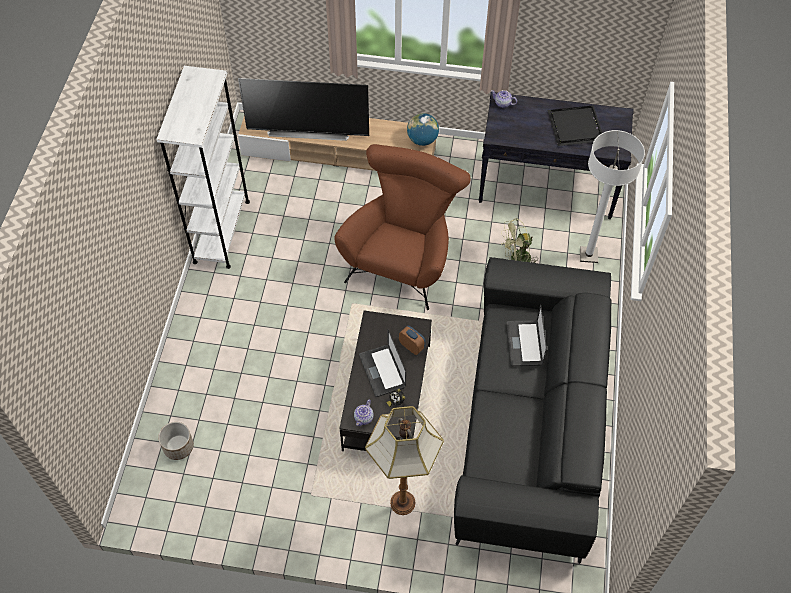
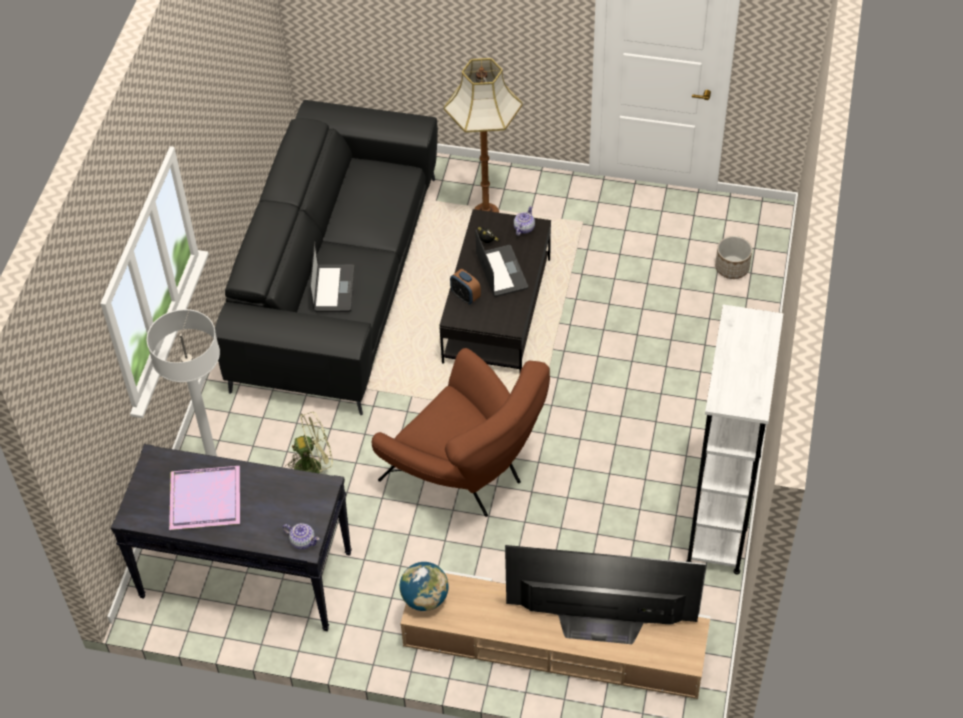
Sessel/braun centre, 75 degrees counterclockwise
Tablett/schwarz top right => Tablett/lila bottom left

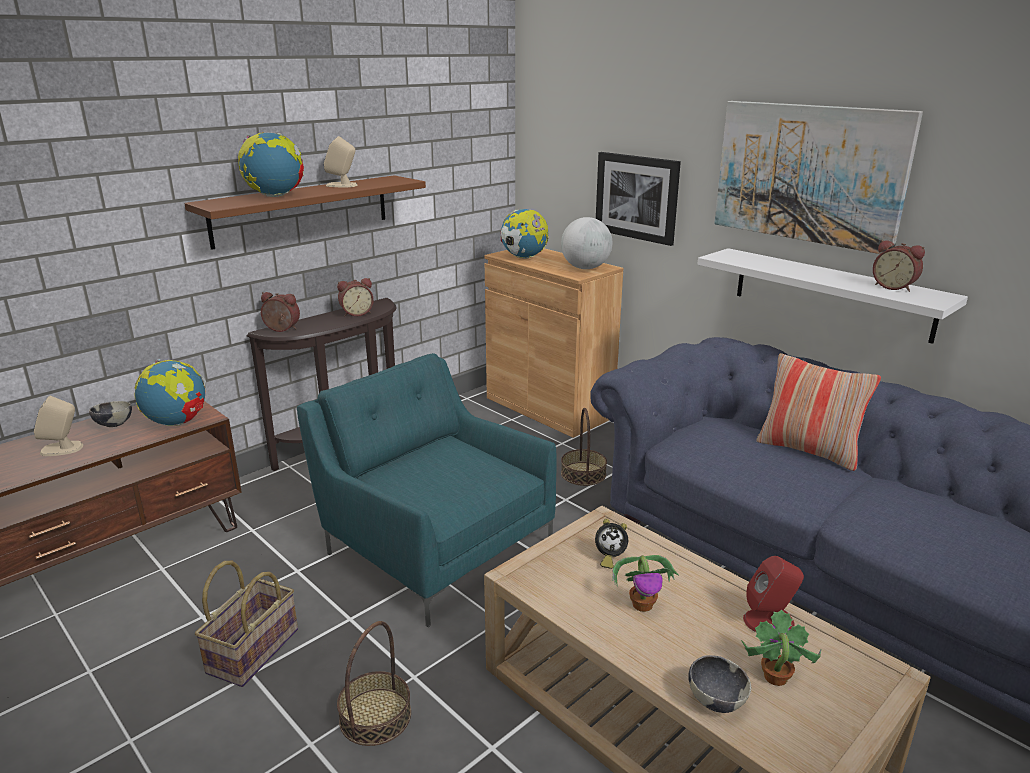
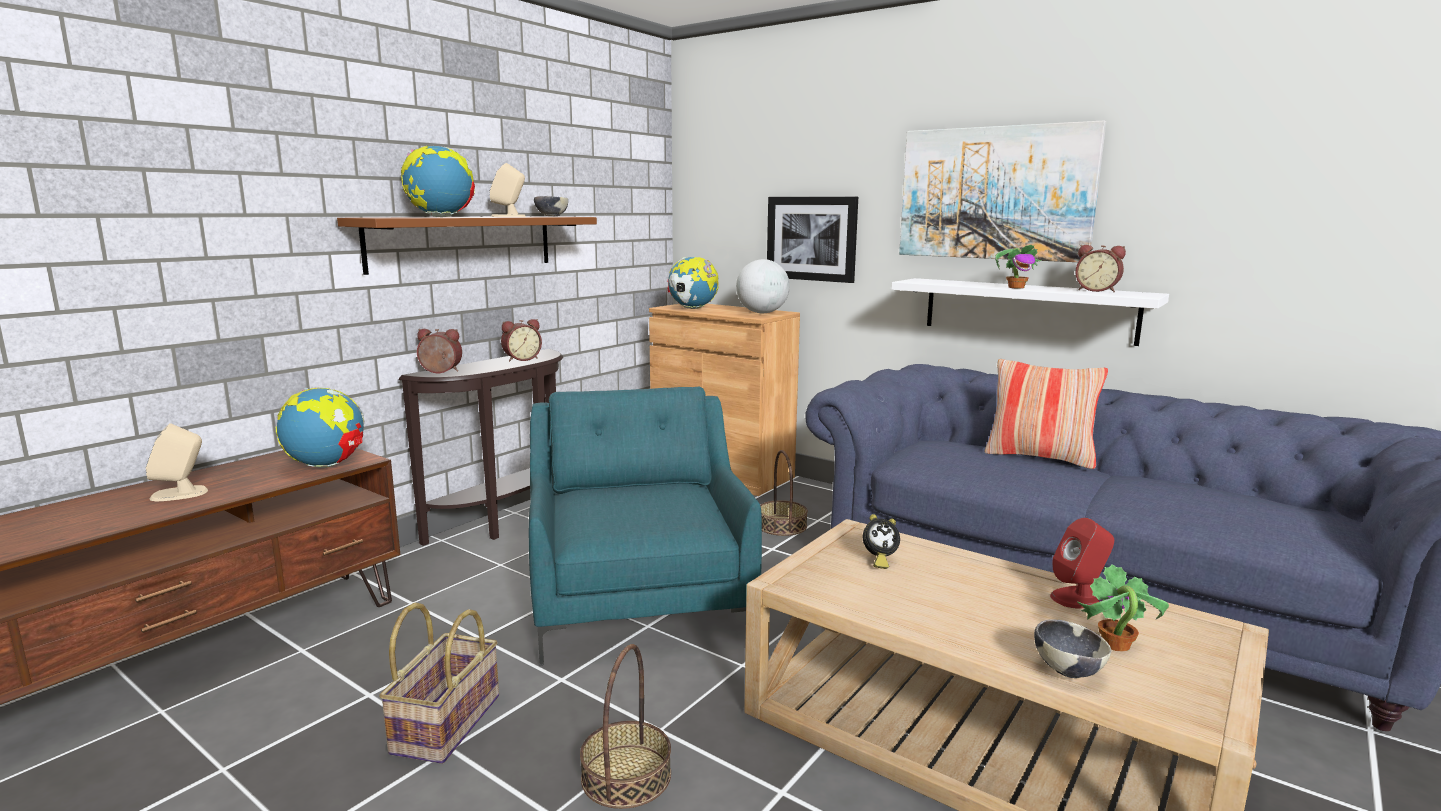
Schüssel (no. 1 from left) middle left => Schüssel (no. 1 from left) top centre, relocated
Sessel/türkis centre, 45 degrees clockwise
Topfpflanze (no. 1 from left) bottom centre => Topfpflanze (no. 1 from left) top right, relocated

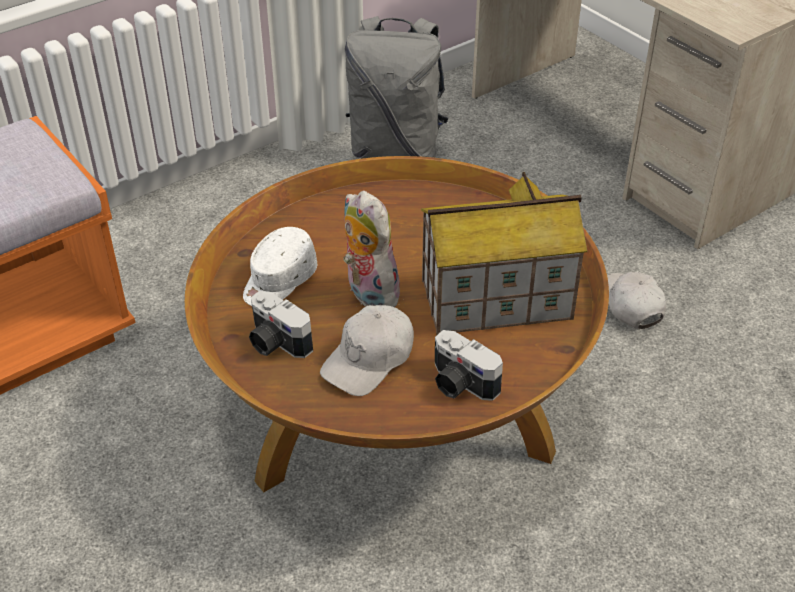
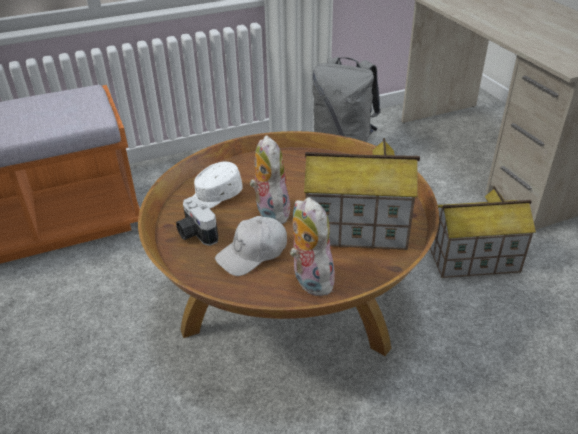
Kamera (no. 2 from left) centre => Plüschtier (no. 2 from left) centre
Kappe/weiß (no. 3 from left) middle right => Spielzeughaus (no. 2 from left) middle right

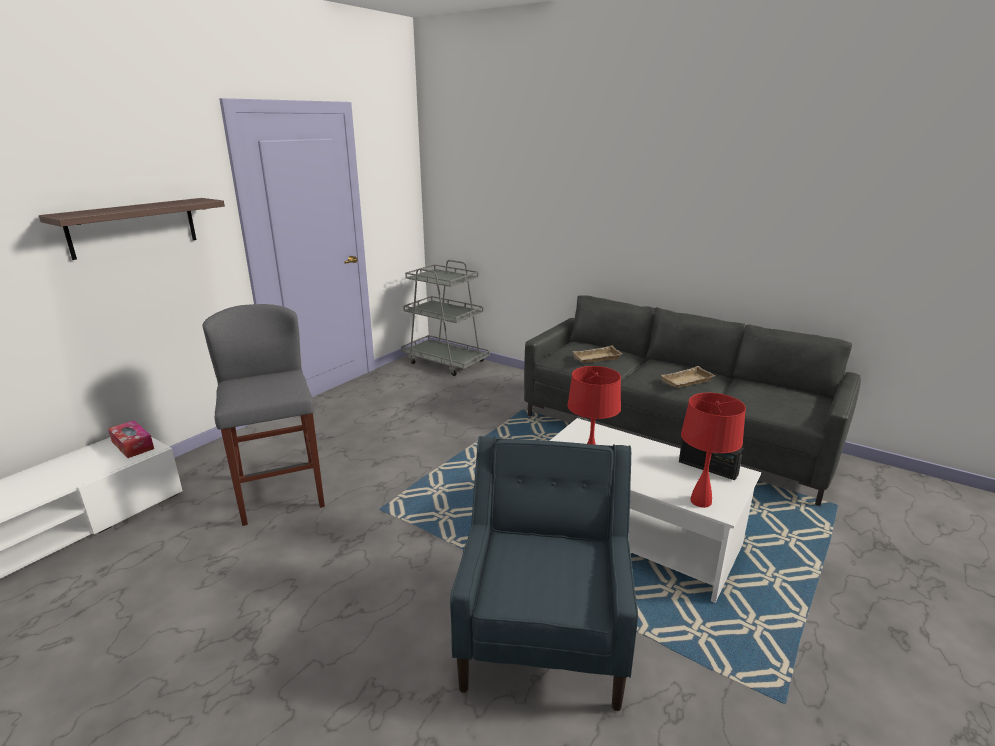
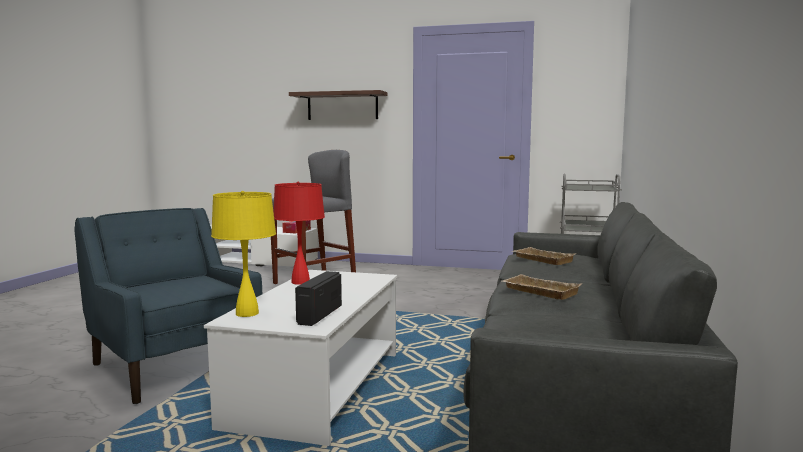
Sessel/blau bottom centre => Sessel/blau bottom left, 120 degrees counterclockwise
Tischlampe/rot (no. 2 from left) middle right => Tischlampe/gelb middle left

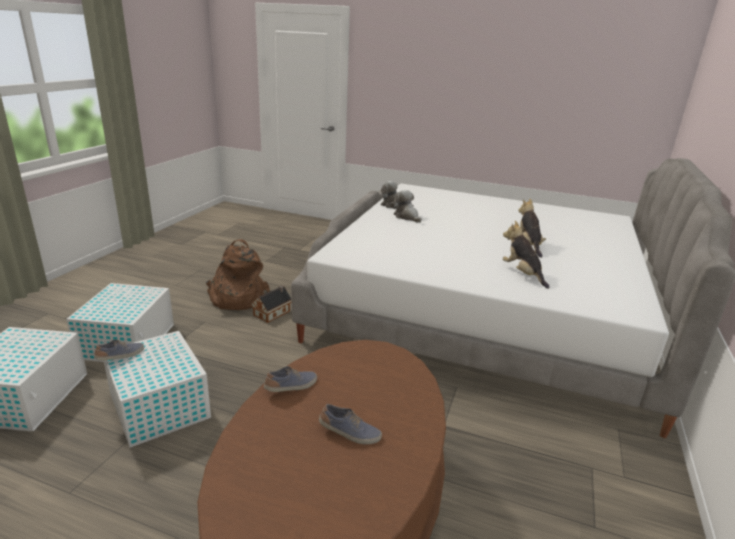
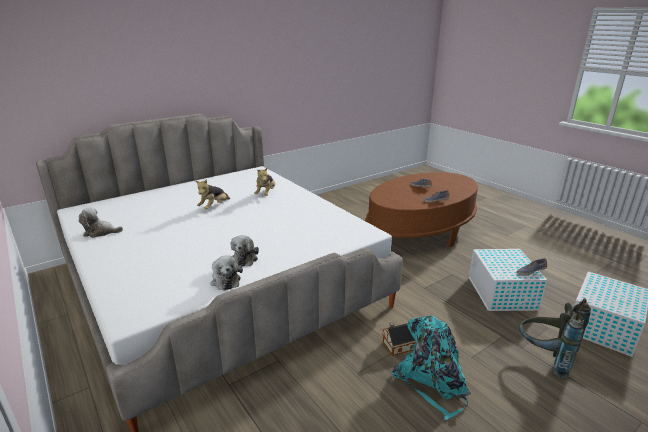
Aufbewahrungsbox/weiß (no. 2 from left) middle left => Rucksack/grau bottom right
Rucksack/braun middle left => Rucksack/türkis bottom centre
nothing => Plüschtier (no. 1 from left) middle left

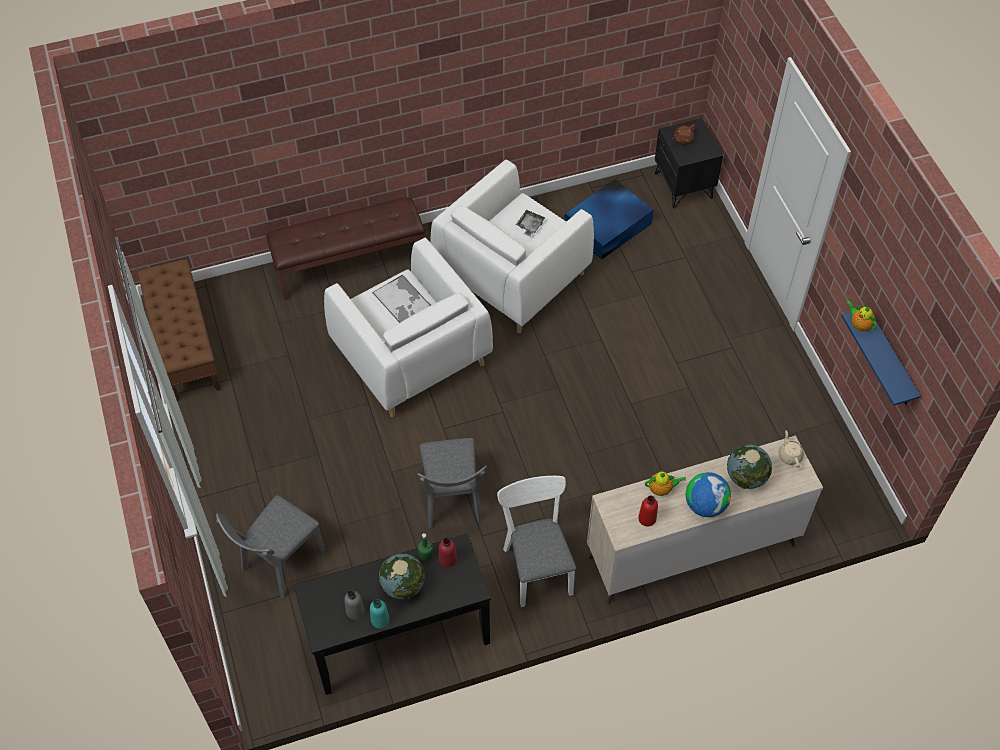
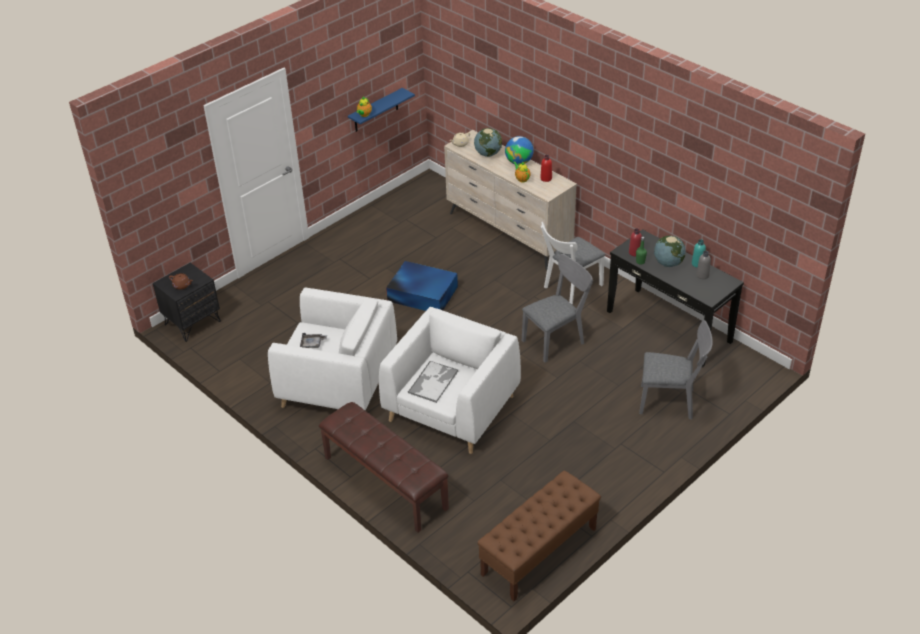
Aufbewahrungsbox/blau top centre => Aufbewahrungsbox/blau centre, relocated

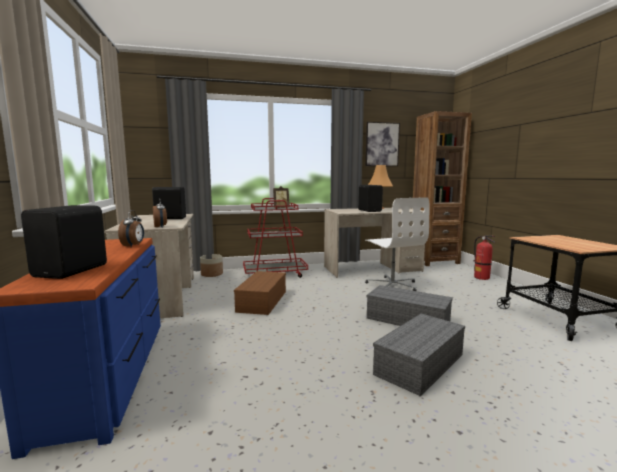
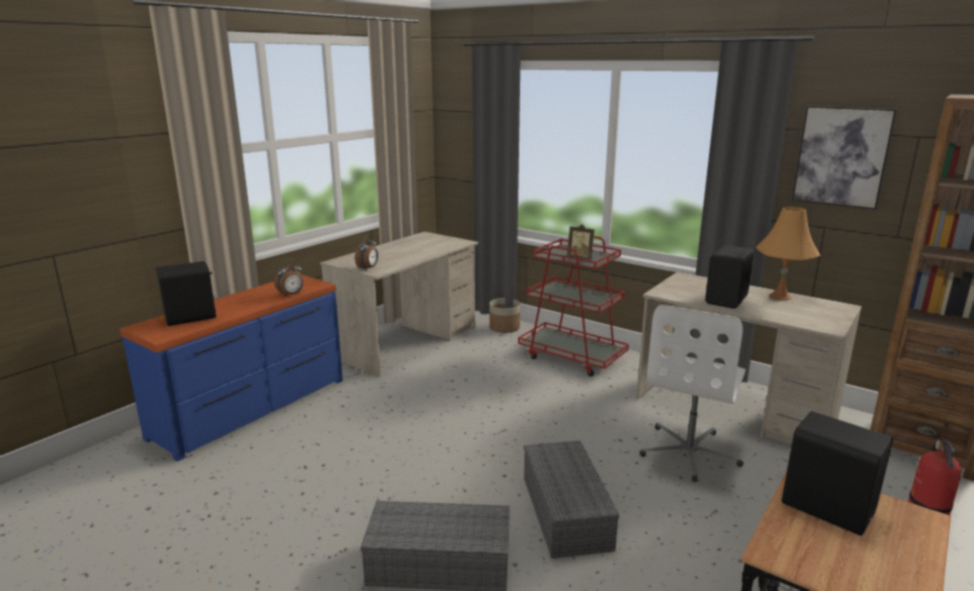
Lautsprecher/schwarz (no. 2 from left in the first image) middle left => Lautsprecher/schwarz (no. 3 from left) bottom right, relocated
Aufbewahrungsbox/braun centre => nothing

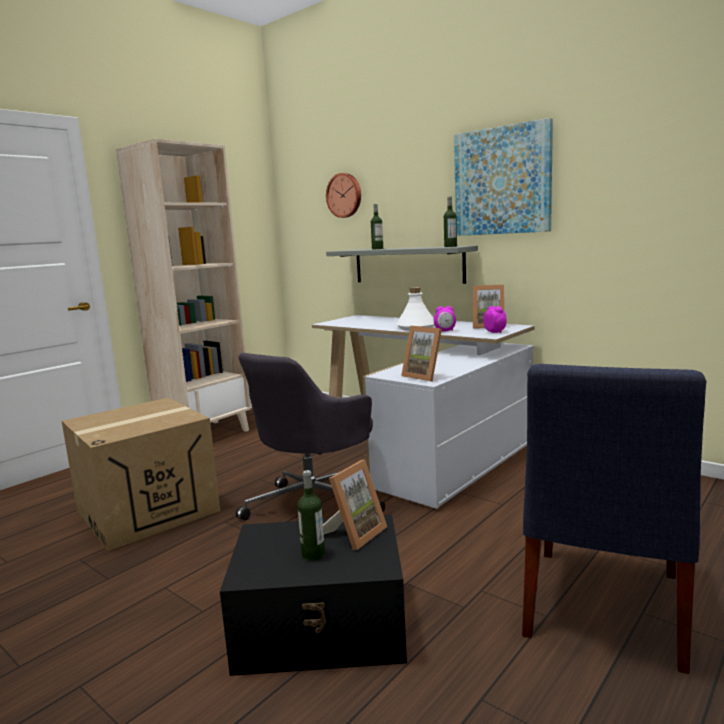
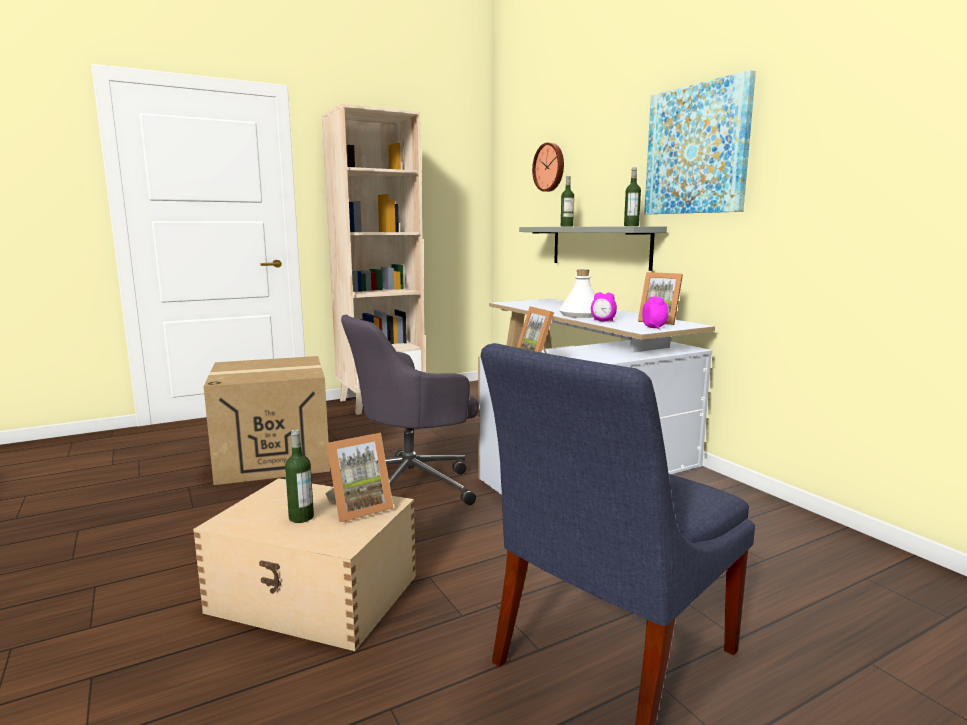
Aufbewahrungsbox/schwarz bottom centre => Aufbewahrungsbox/beige bottom left

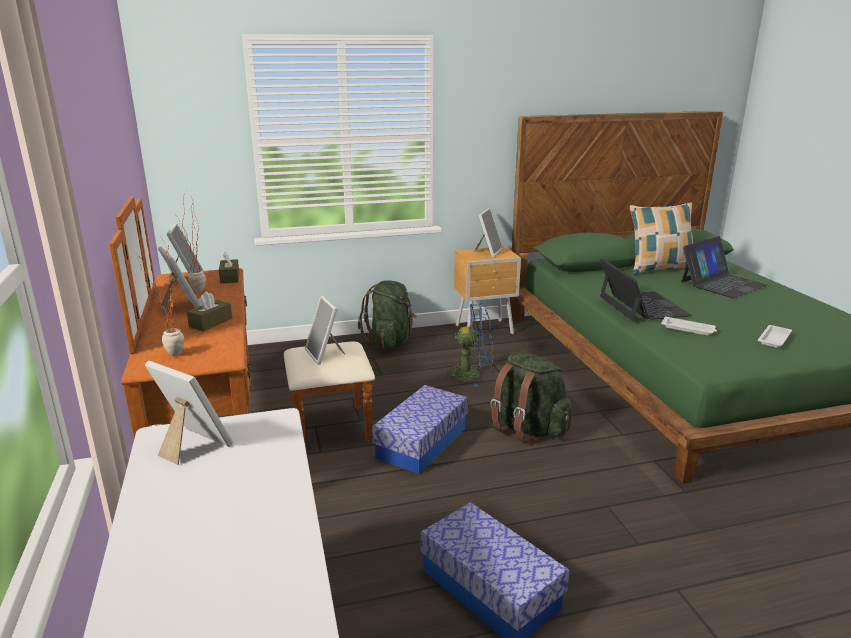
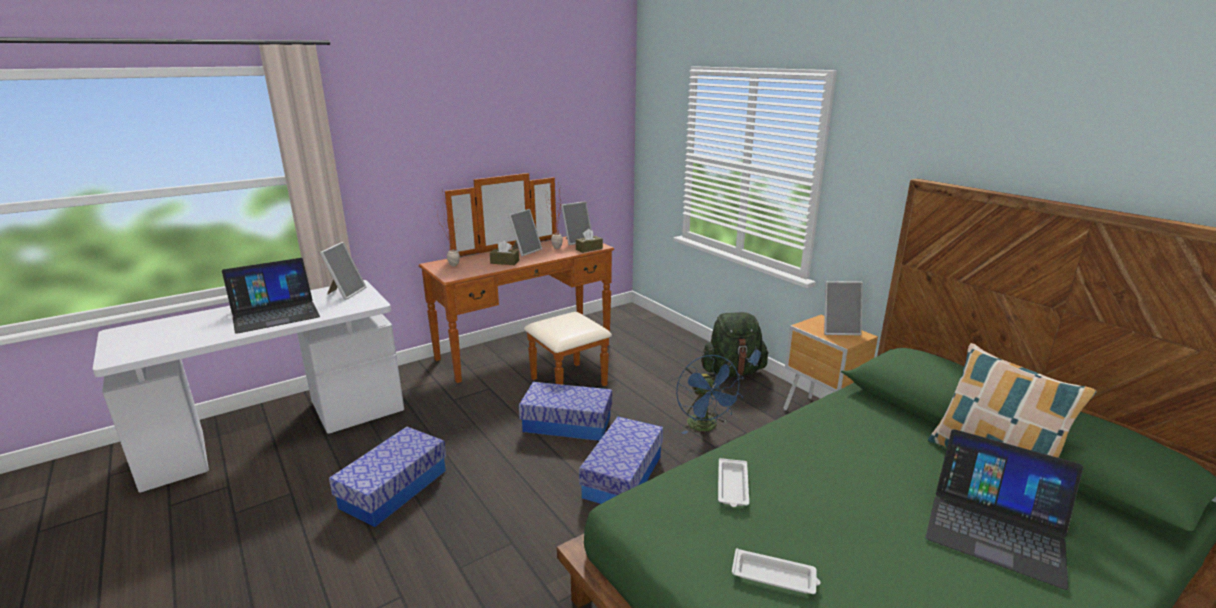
Bilderrahmen (no. 4 from left) centre => nothing
Rucksack/grün (no. 2 from left) centre => Aufbewahrungsbox (no. 3 from left) bottom centre
Laptop (no. 1 from left) middle right => Laptop (no. 1 from left) middle left, relocated

